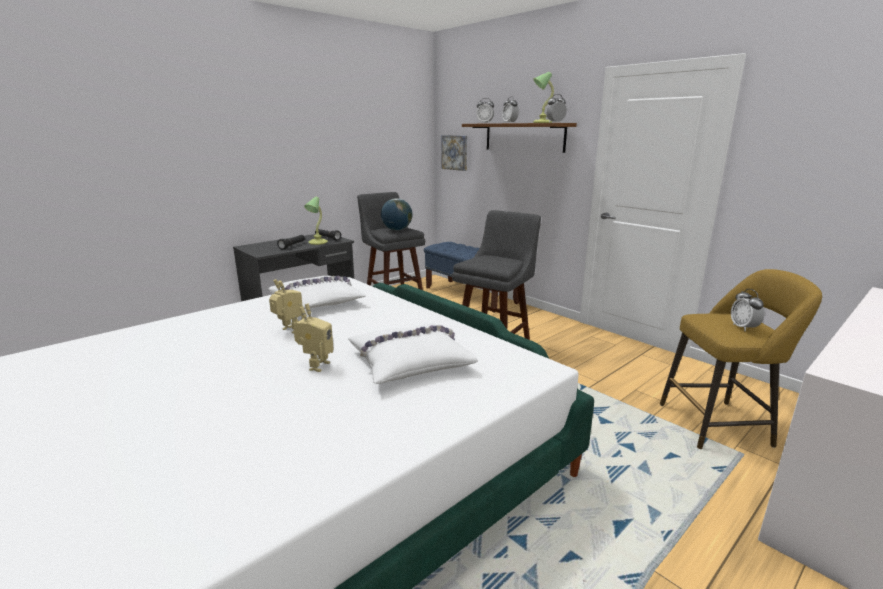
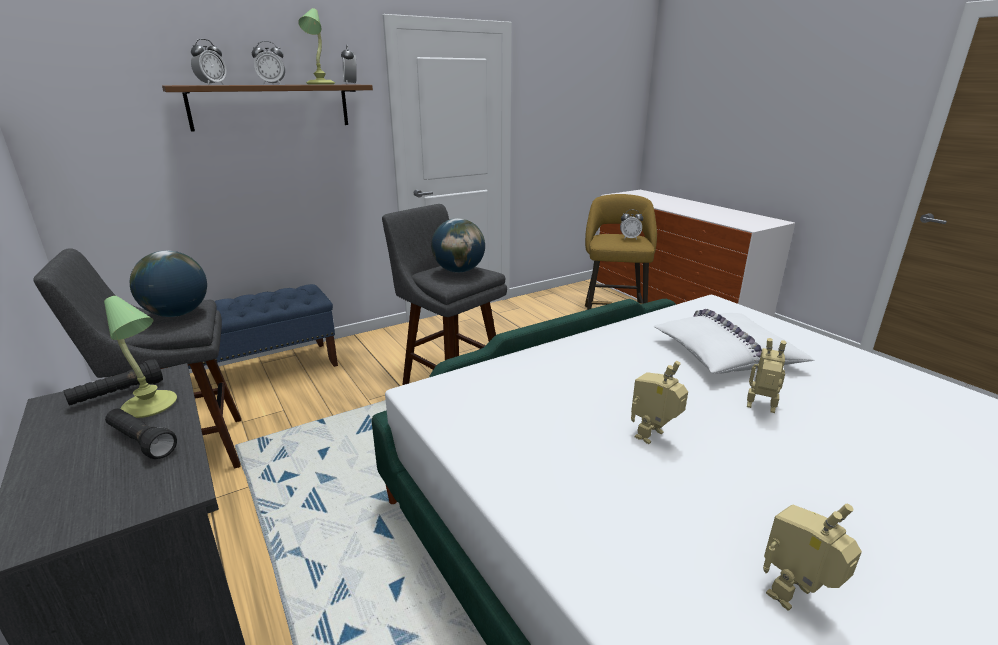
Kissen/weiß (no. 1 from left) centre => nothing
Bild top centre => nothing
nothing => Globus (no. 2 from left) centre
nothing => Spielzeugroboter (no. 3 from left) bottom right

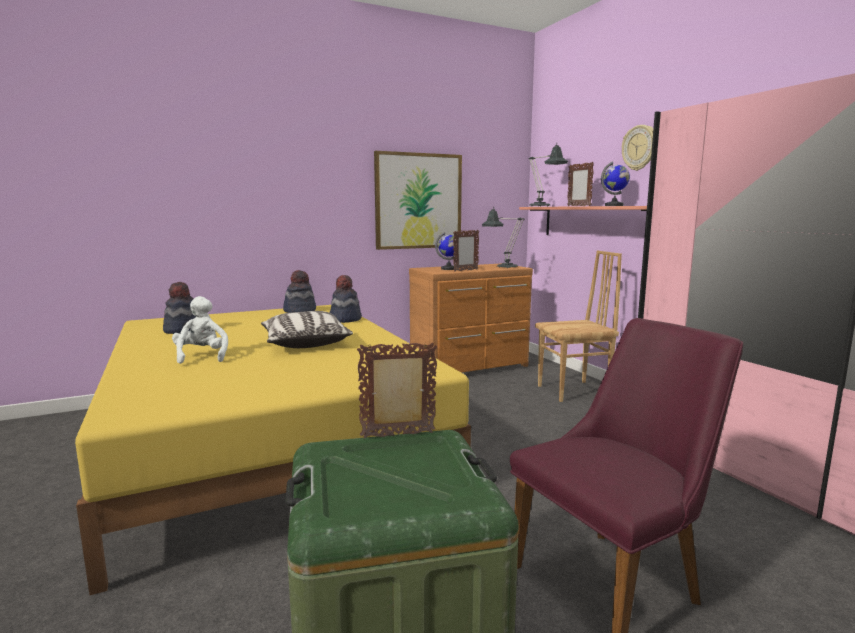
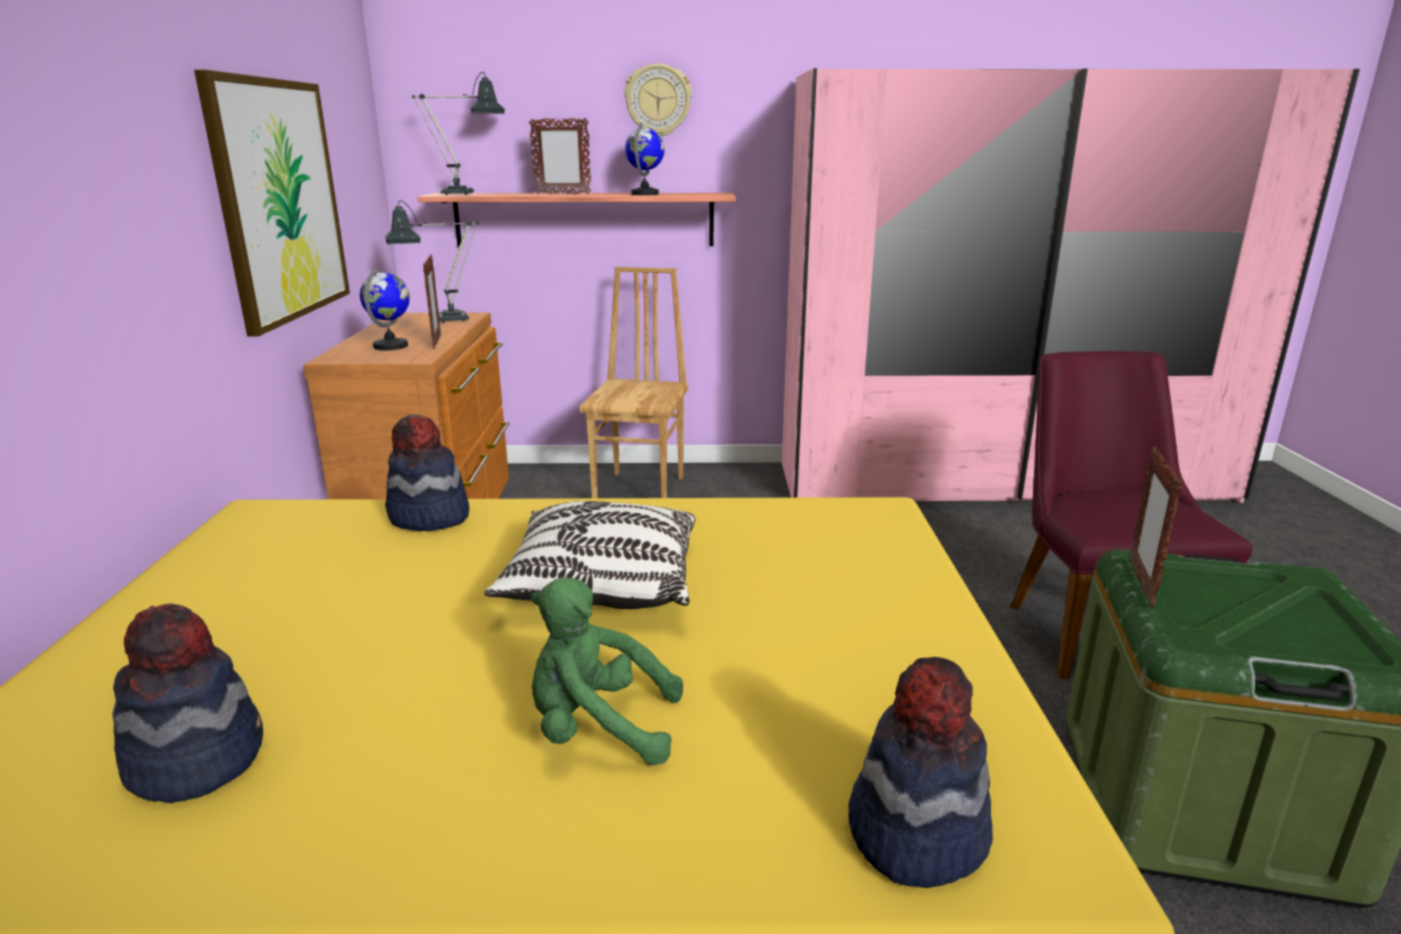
Plüschtier/weiß middle left => Plüschtier/grün bottom centre
Hut (no. 2 from left in the first image) centre => Hut (no. 3 from left) bottom centre, relocated

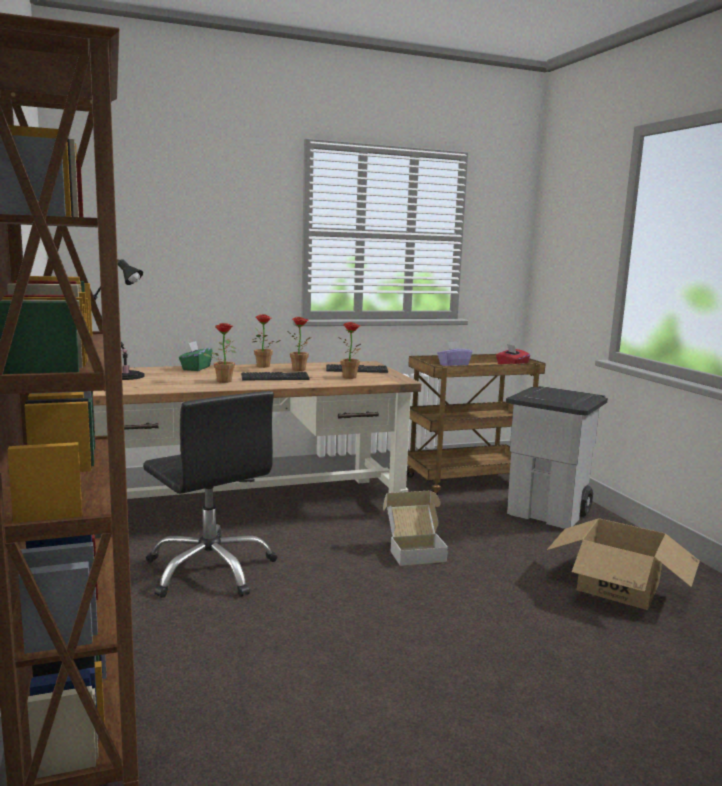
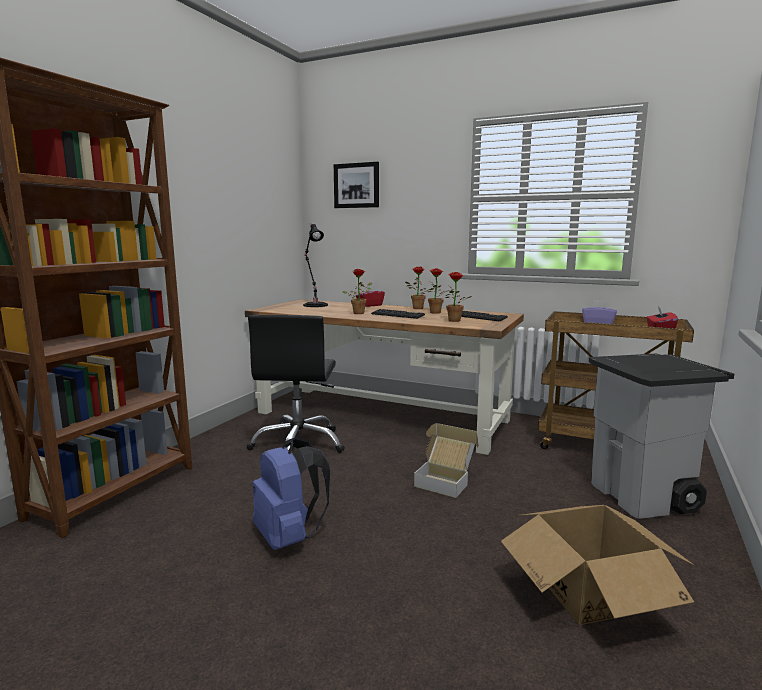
Taschentuchbox/grün middle left => Taschentuchbox/rot (no. 1 from left) centre
nothing => Rucksack/blau bottom centre
nothing => Bild top centre

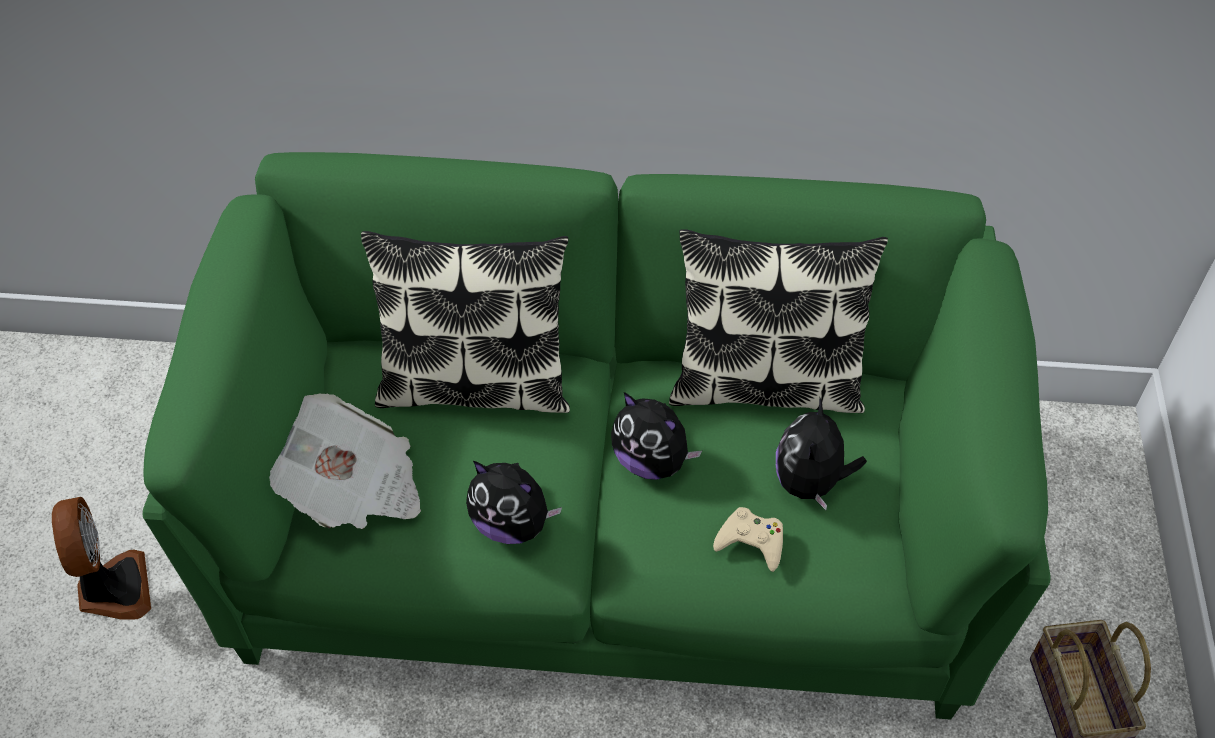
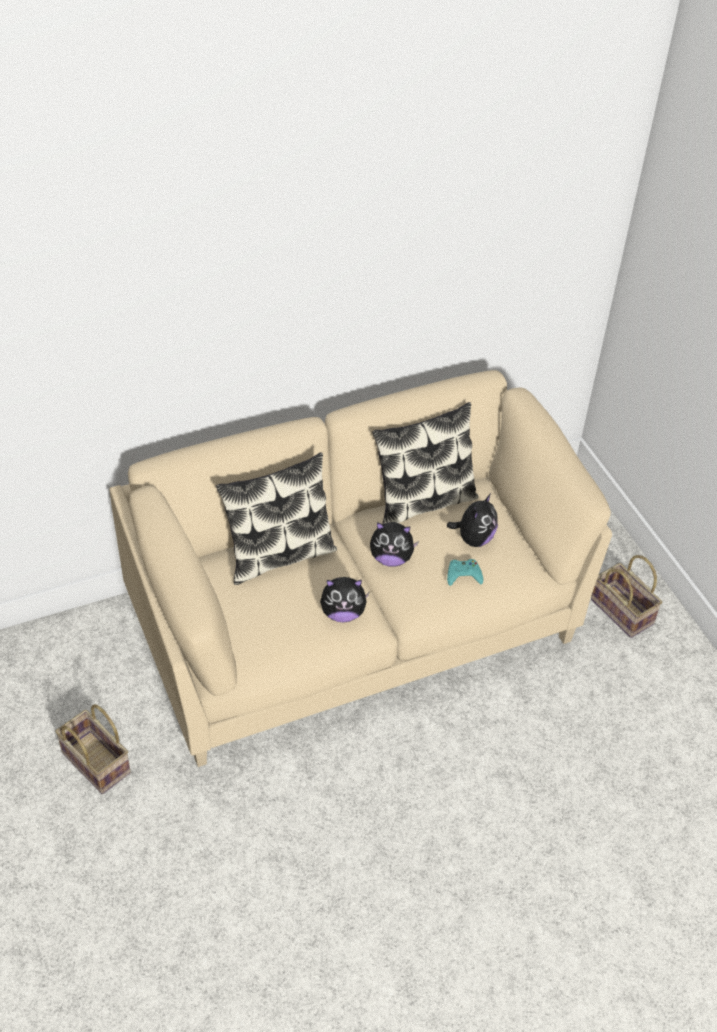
Ventilator bottom left => Korb (no. 1 from left) bottom left
Sofa/grün centre => Sofa/beige centre
Zeitung middle left => nothing
Gamepad/beige bottom centre => Gamepad/türkis centre
Plüschtier (no. 3 from left) middle right => Plüschtier (no. 3 from left) centre, 135 degrees counterclockwise

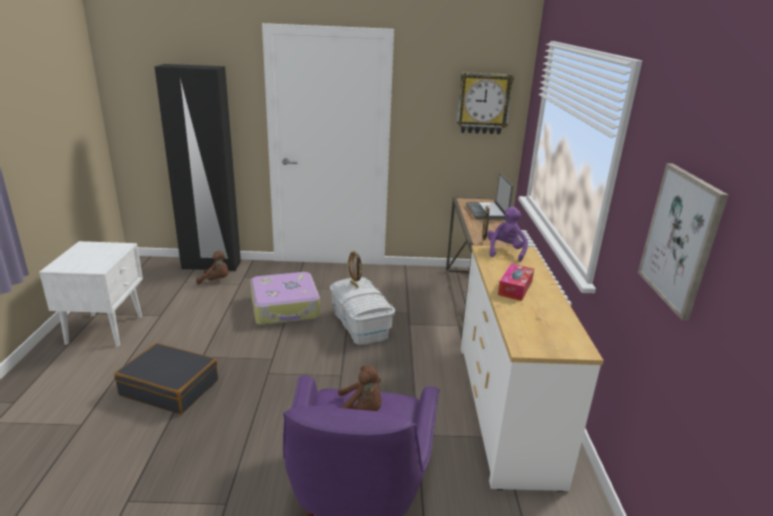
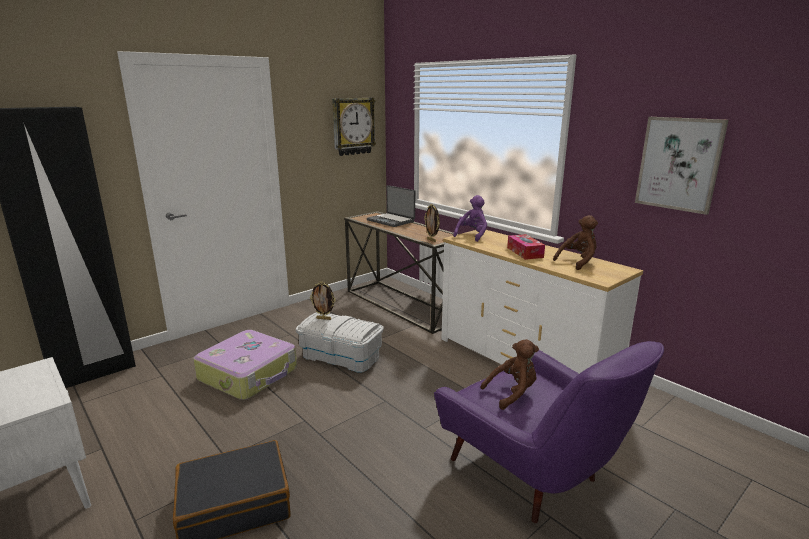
Plüschtier/braun (no. 1 from left in the first image) middle left => Plüschtier/braun (no. 2 from left) middle right, relocated
Plüschtier/lila centre, 60 degrees clockwise

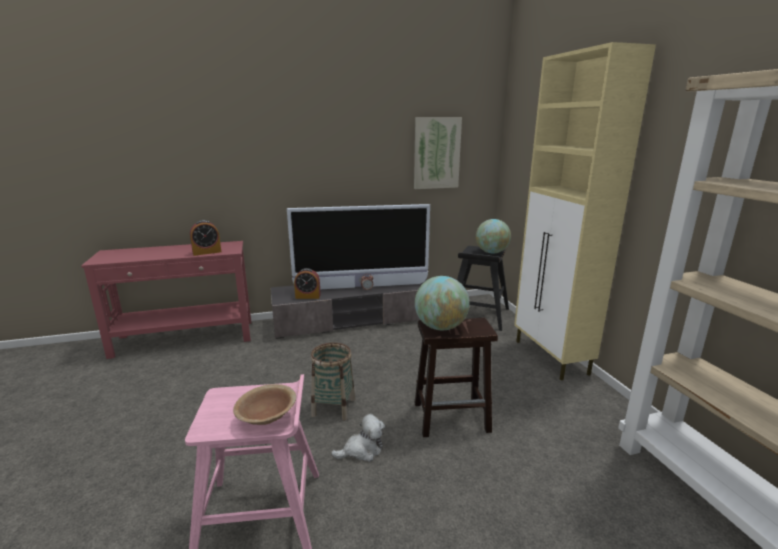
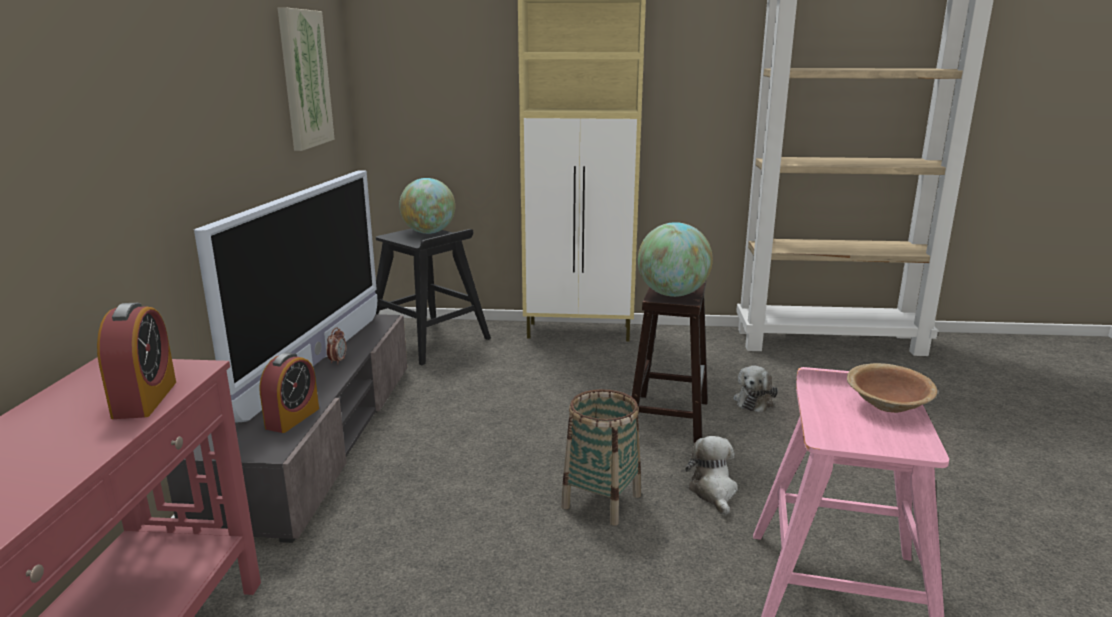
nothing => Plüschtier (no. 2 from left) middle right

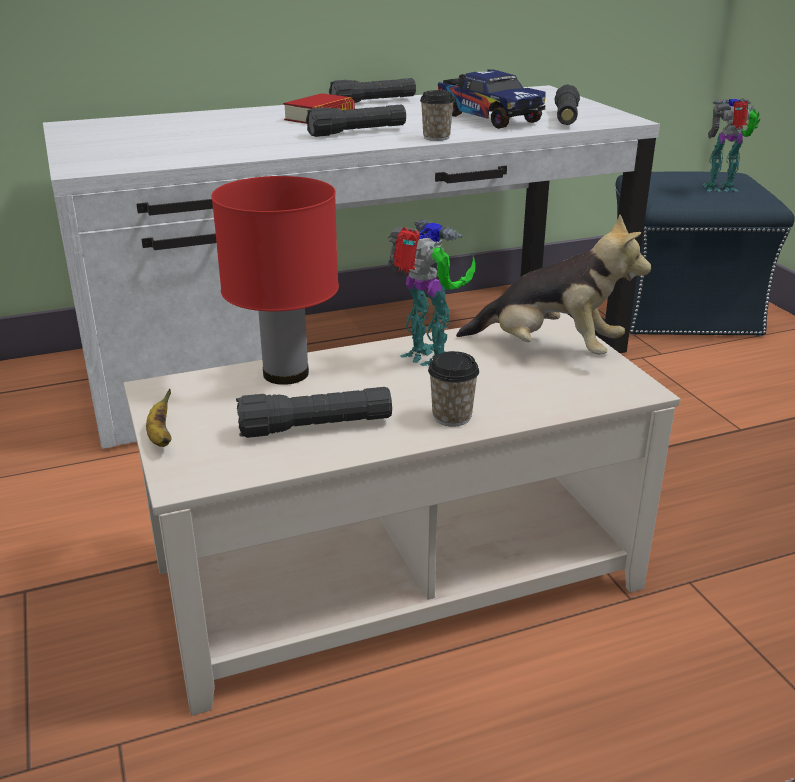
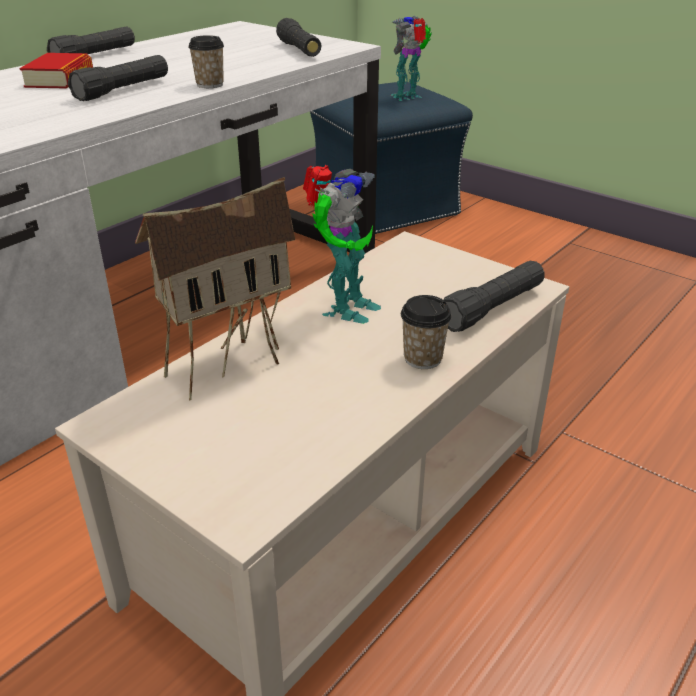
Banane middle left => nothing
Tischlampe/rot centre => Spielzeughaus middle left
Taschenlampe/schwarz (no. 1 from left in the first image) centre => Taschenlampe/schwarz (no. 4 from left) middle right, relocated
Spielzeugroboter (no. 1 from left) centre, 105 degrees clockwise
Spielzeuglaster top centre => nothing
Plüschtier middle right => nothing

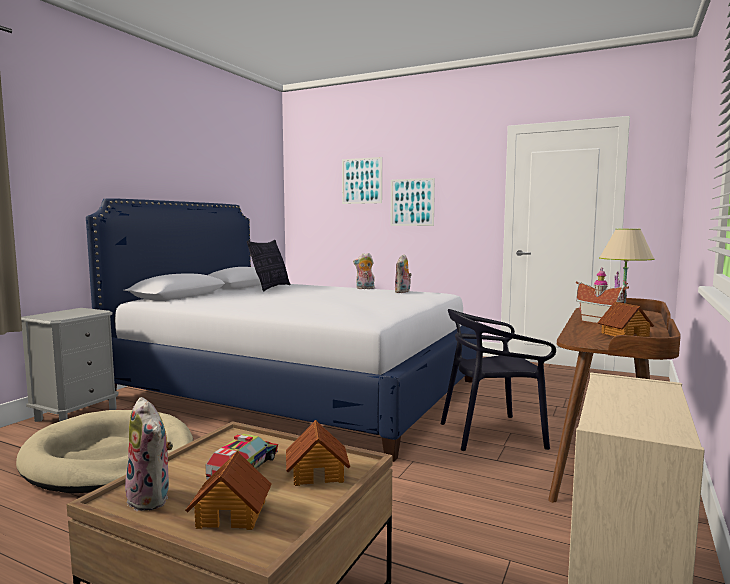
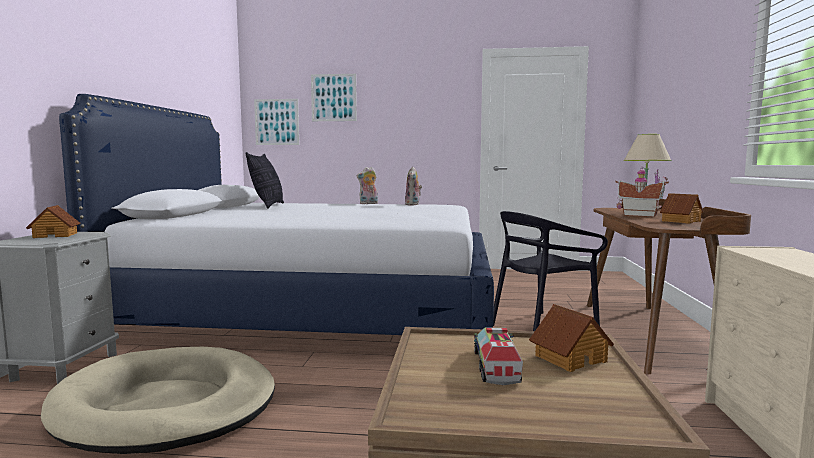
Plüschtier (no. 1 from left) bottom left => nothing
Spielzeughaus (no. 1 from left) bottom left => Spielzeughaus (no. 1 from left) middle left, relocated
Bild (no. 2 from left in the first image) centre => Bild (no. 1 from left) top centre, relocated

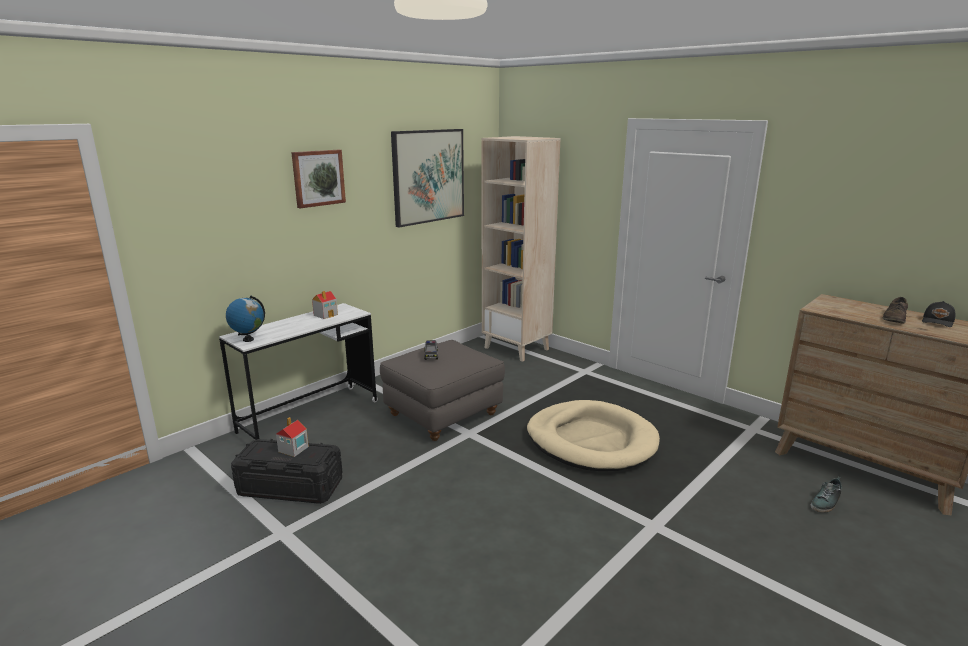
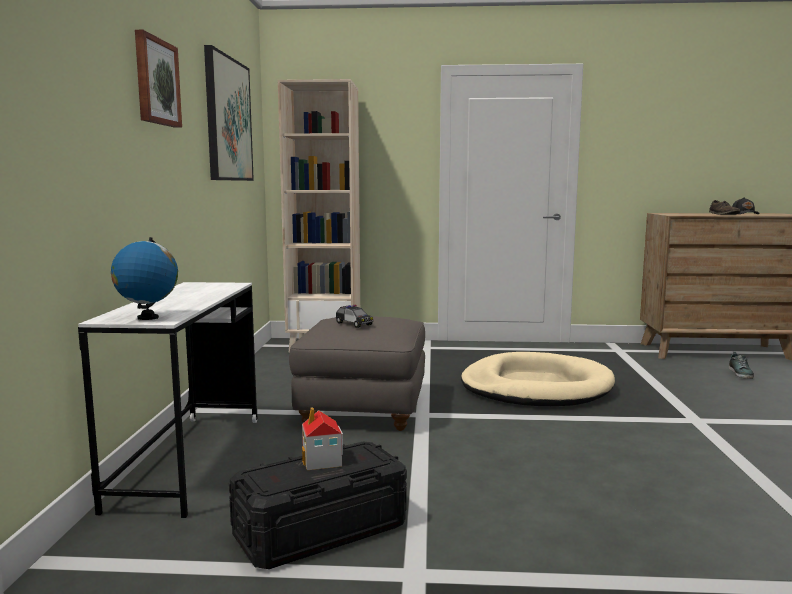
Spielzeughaus (no. 2 from left) centre => nothing

